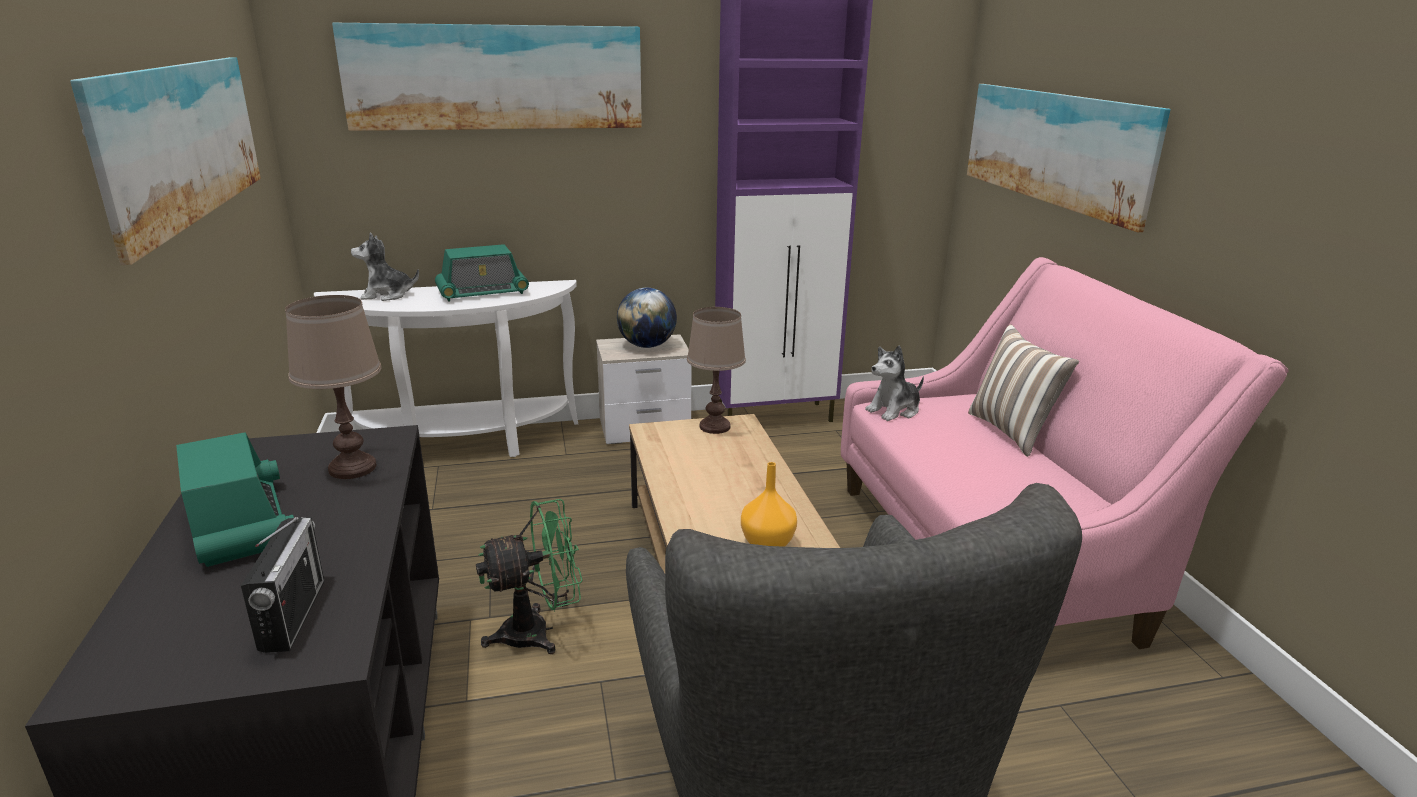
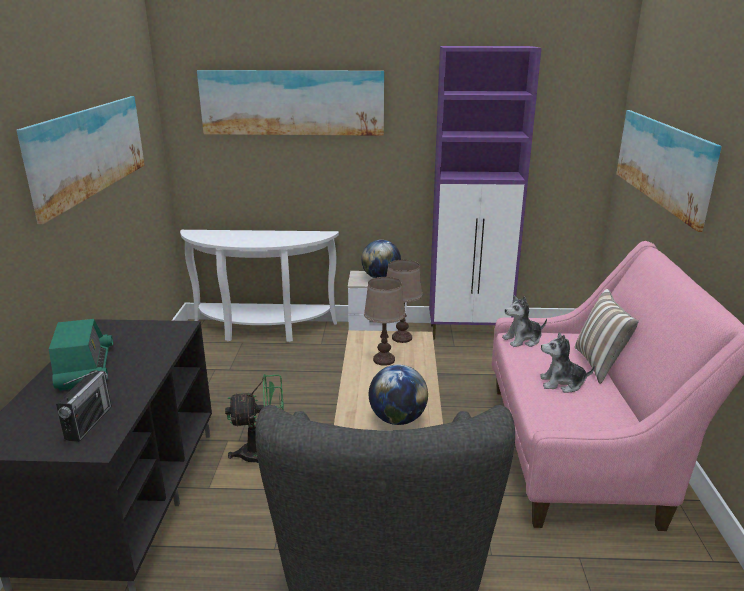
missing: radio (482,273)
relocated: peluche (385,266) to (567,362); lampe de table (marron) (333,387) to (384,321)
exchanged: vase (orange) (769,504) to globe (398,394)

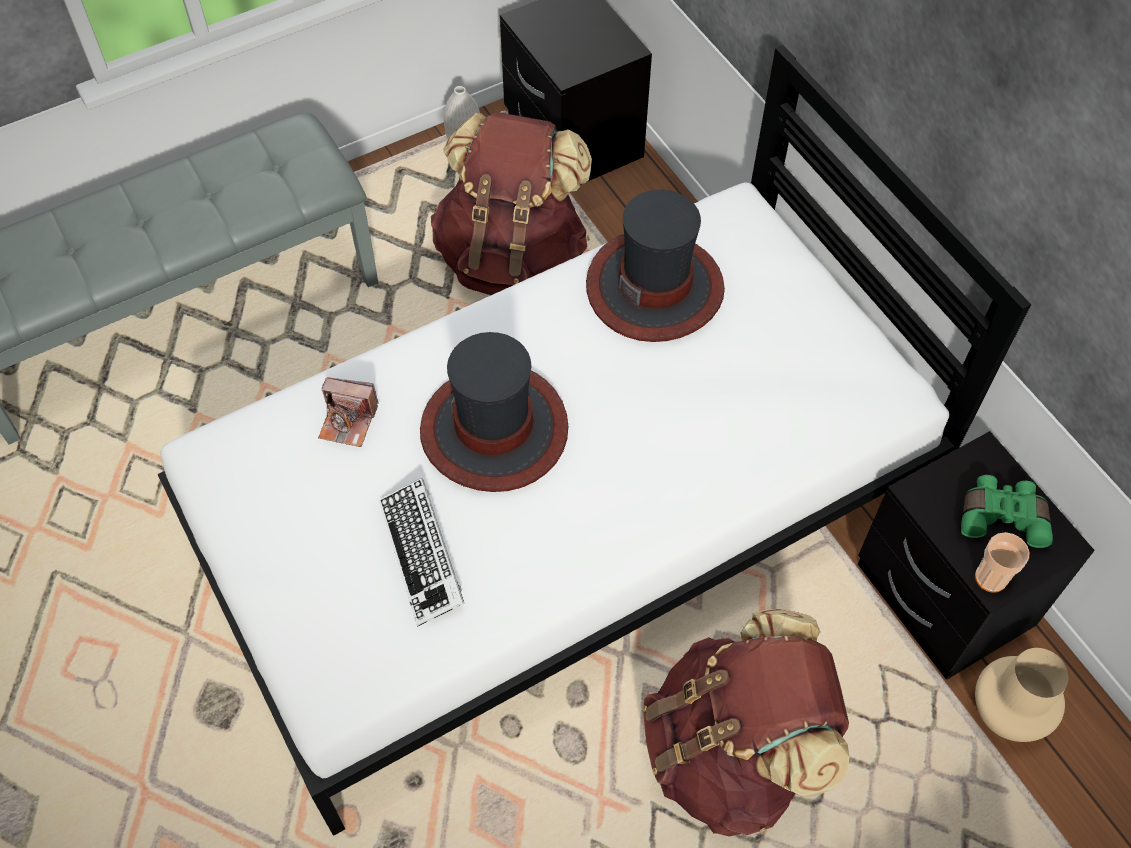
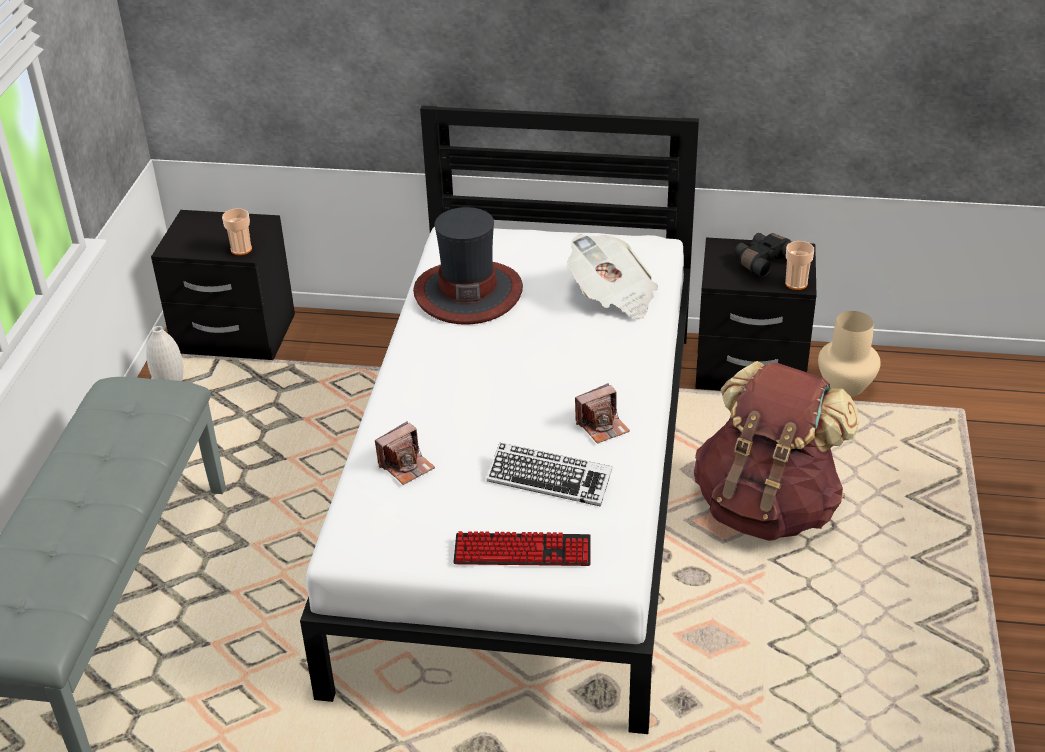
missing: sac à dos (marron) (511,203); chapeau (494,412)
appeared: tasse (237,231); journal (612,276); appareil photo (602,413); clavier (522,548)
colour: jumelles (vert) (1007,511) to jumelles (noir) (763,255)

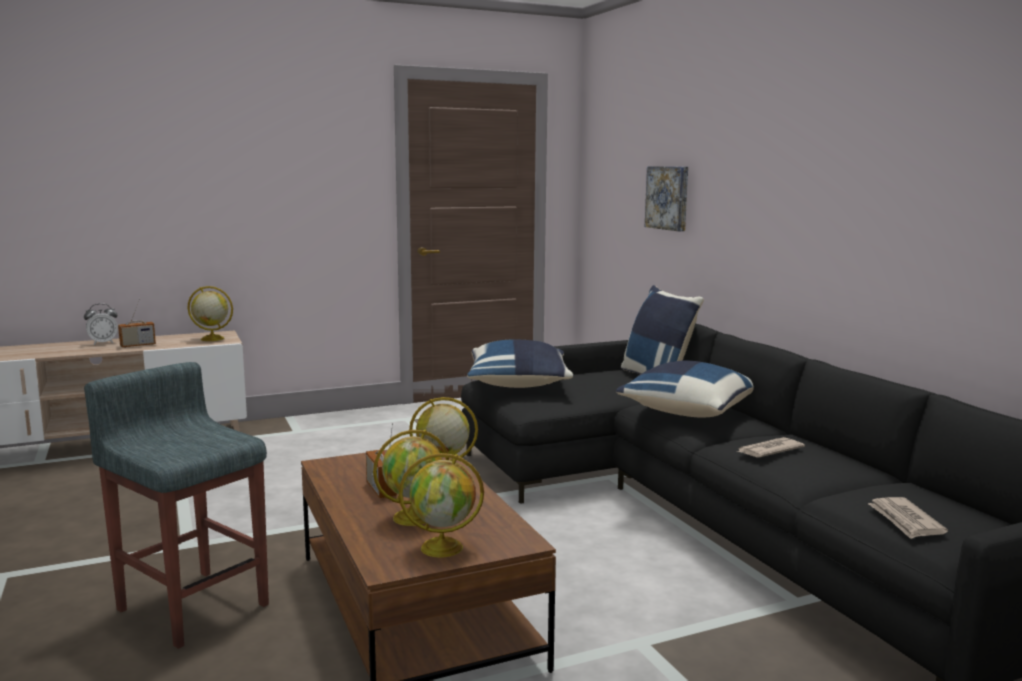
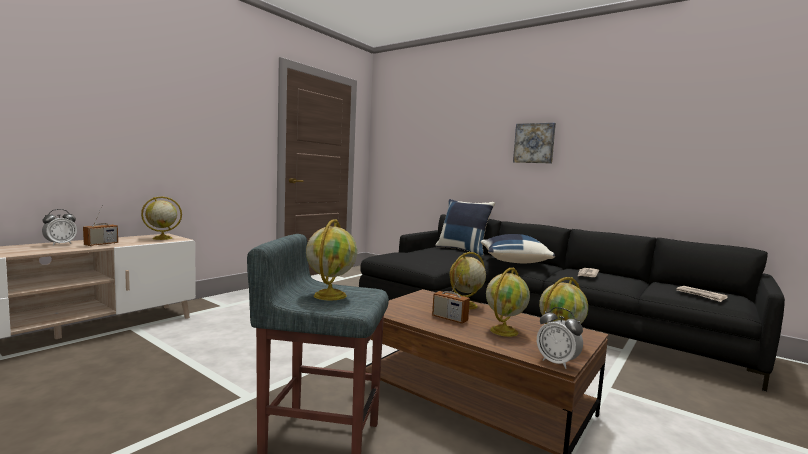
missing: coussin (bleu) (520,363)
appeared: globe (331,259); réveil (560,338)
relocated: tableau (666,198) to (534,143)

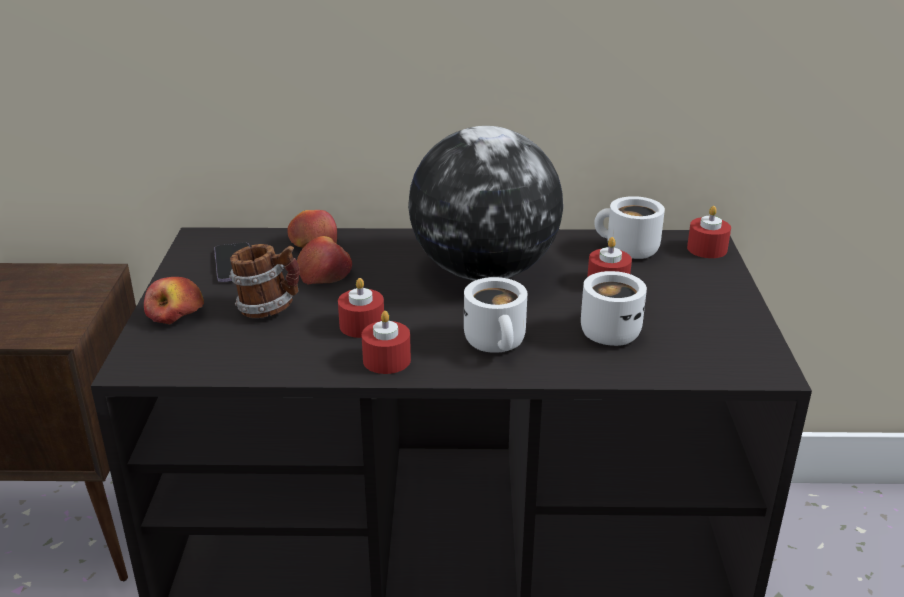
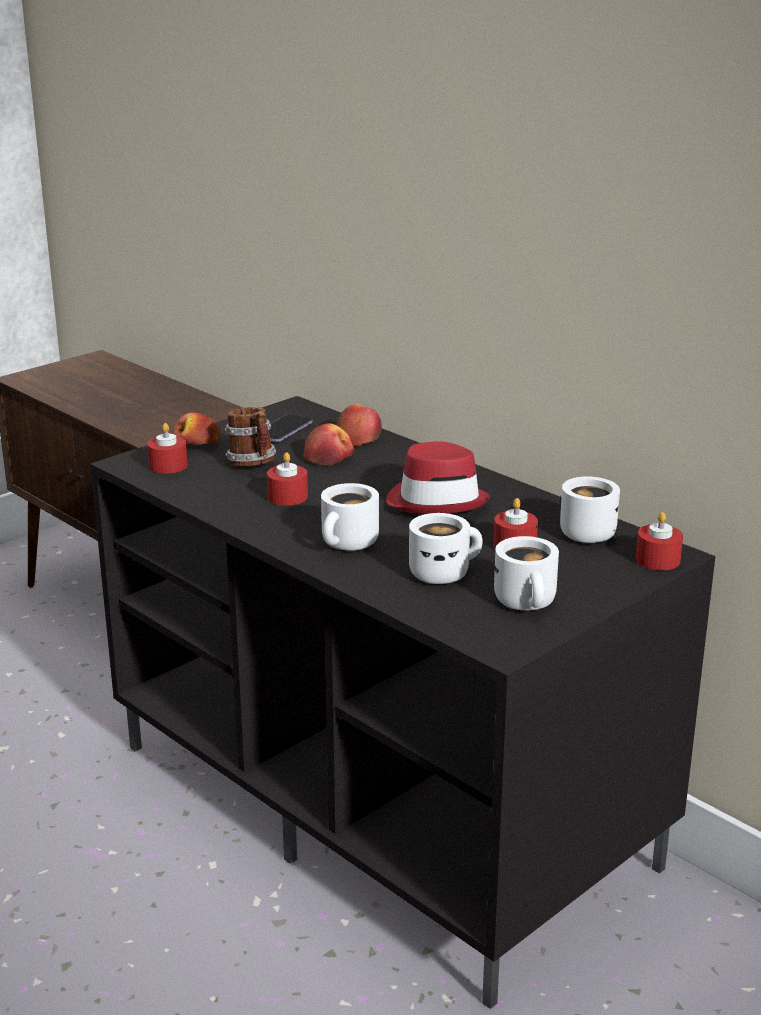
appeared: mug (blanc) (526,573)
relocated: bougie (rouge) (386,342) to (167,448)
exchanged: globe (485,203) to chapeau (rouge) (438,478)

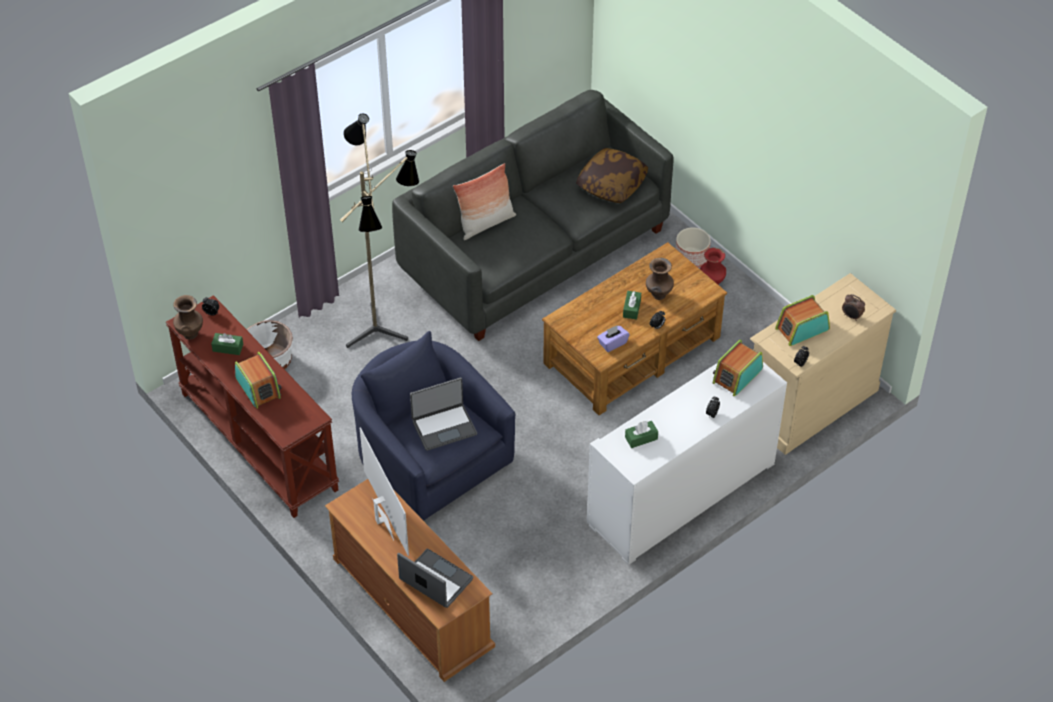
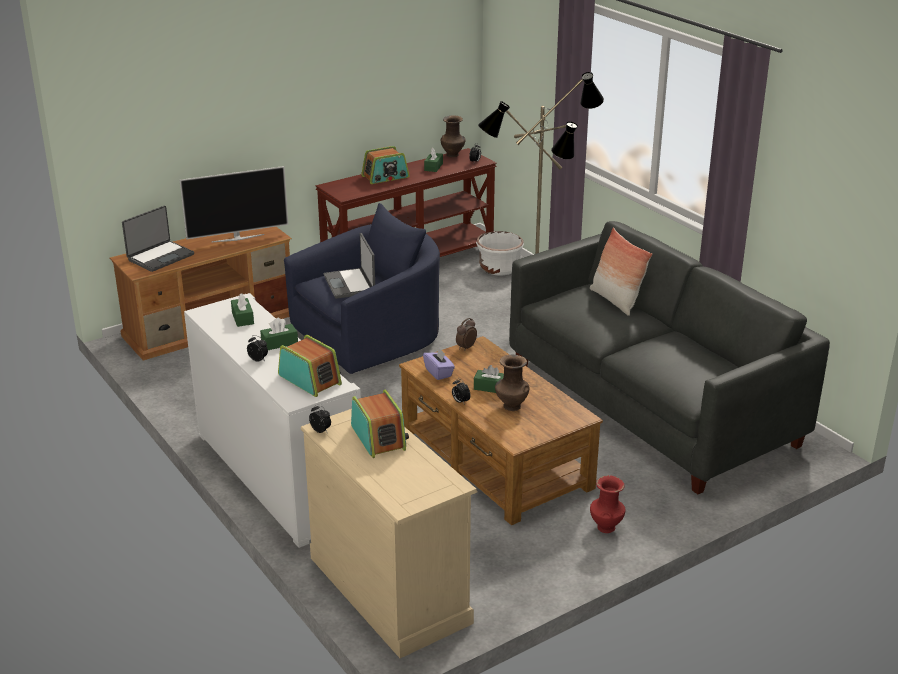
missing: coussin (612,175); cache-pot (693,247)
appeared: boîte à mouchoirs (vert) (279,334)
relocated: réveil (853,307) to (466,334)

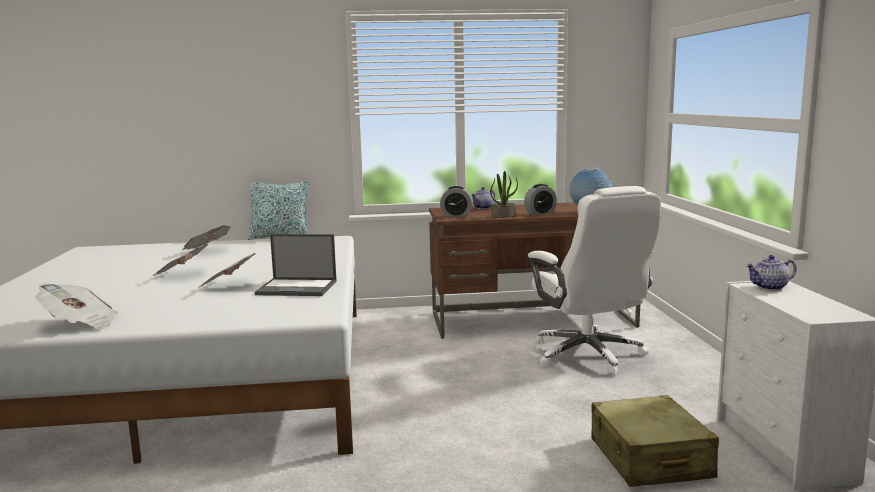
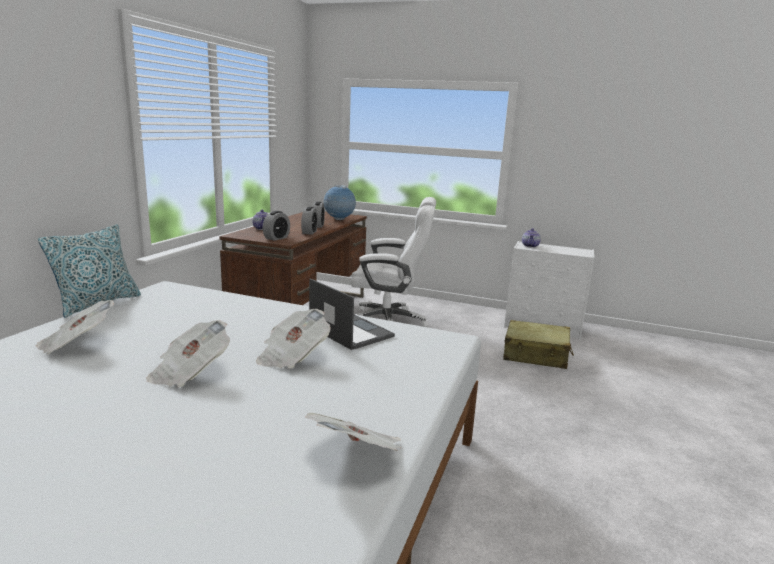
exchanged: plante en pot (504,194) to réveil (309,221)
spun: ordinateur portable (296,265) = (352,314) 75 degrees counterclockwise

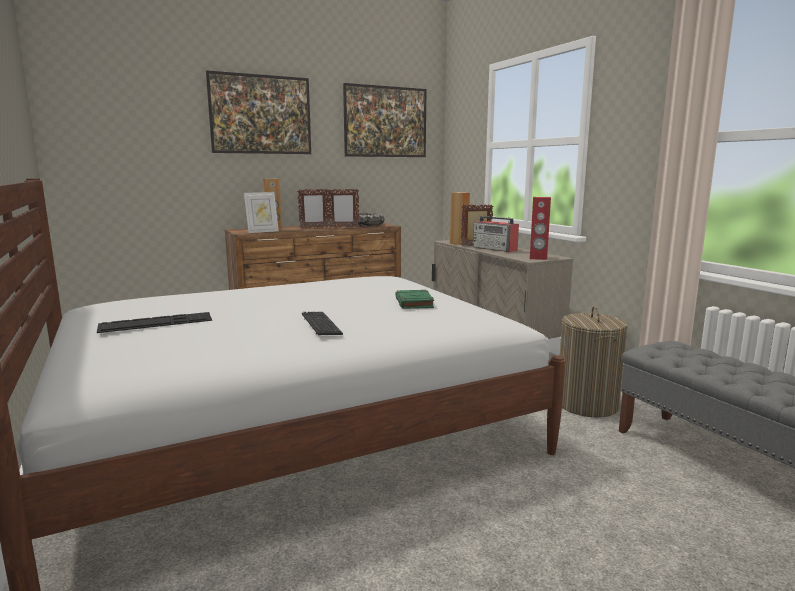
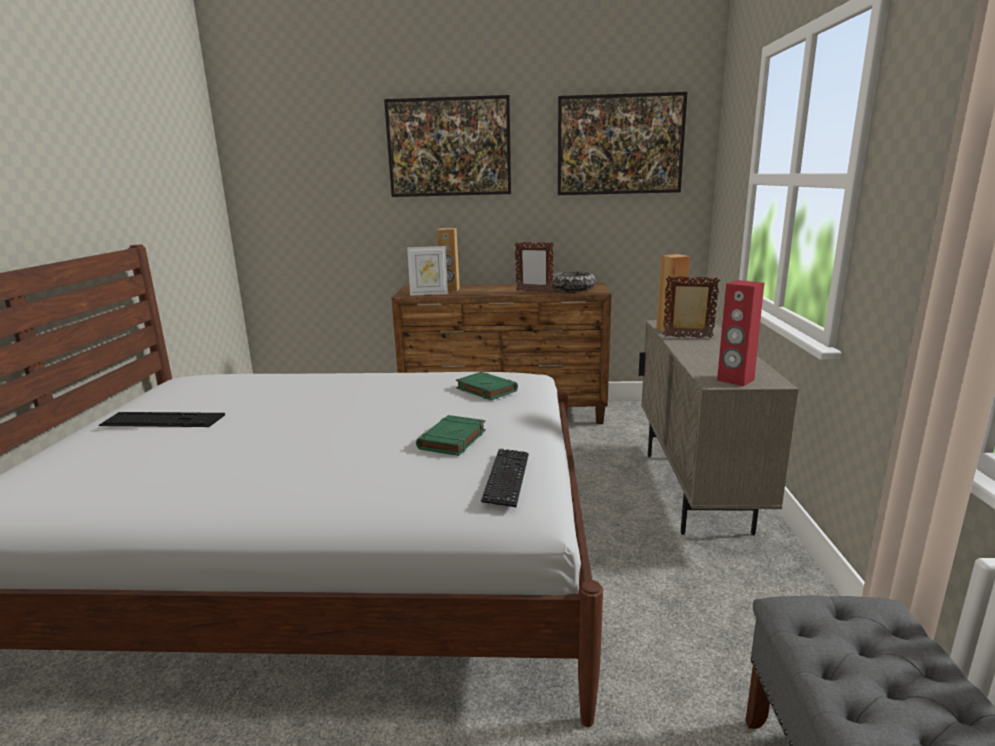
missing: cadre photo (313,208); radio (496,234); panier à linge (594,361)
appeared: livre (vert) (487,386)
relocated: clavier (322,323) to (505,478)

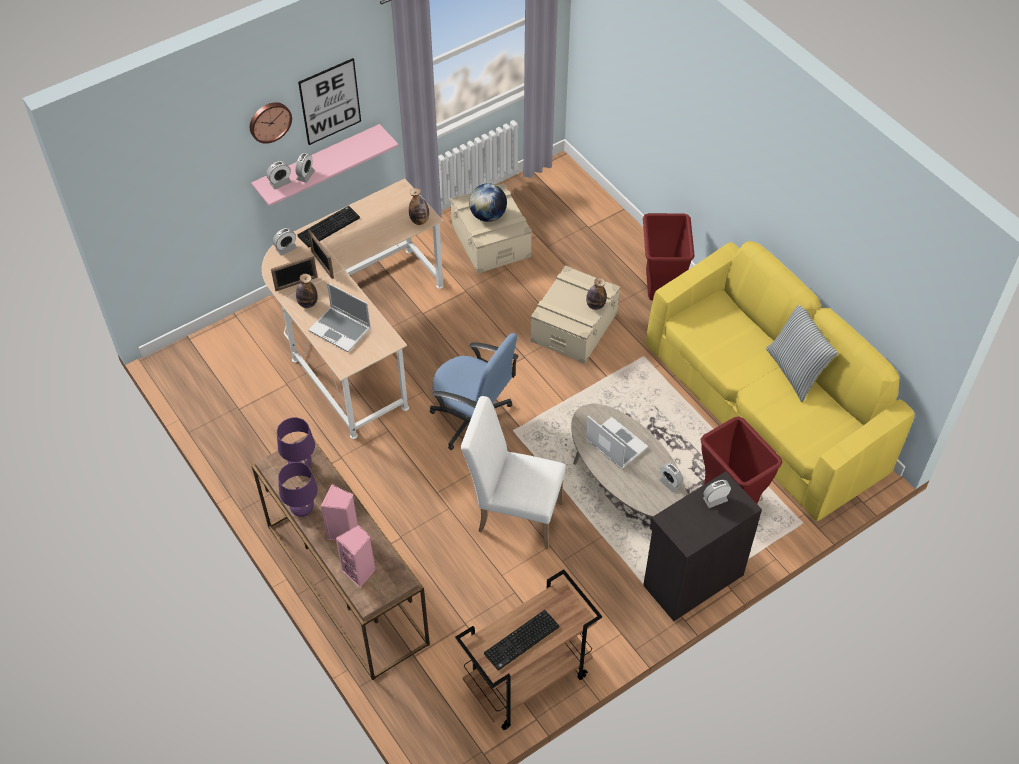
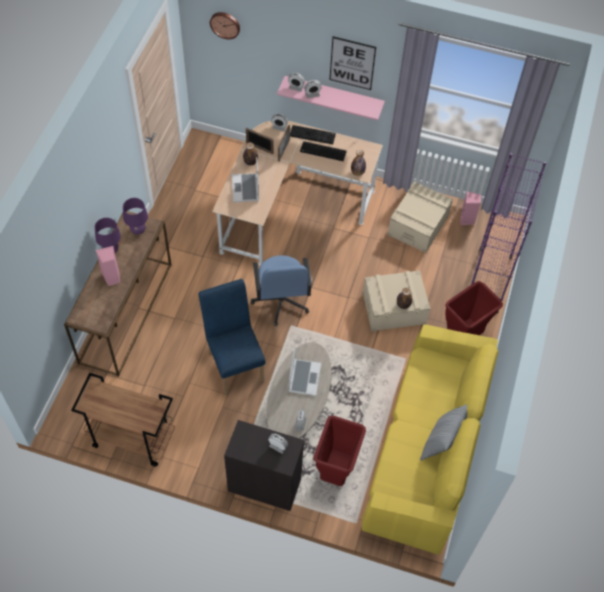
missing: globe (488,202)
appeared: bibliothèque (violet) (508,233)
relocated: horloge murale (271,123) to (225,25); enceinte (rose) (356,556) to (470,208); clavier (521,640) to (323,151)
colour: chaise (blanc) (513,472) to chaise (bleu) (231,337)

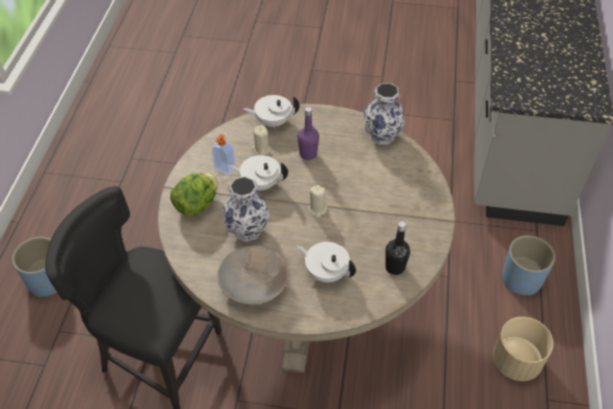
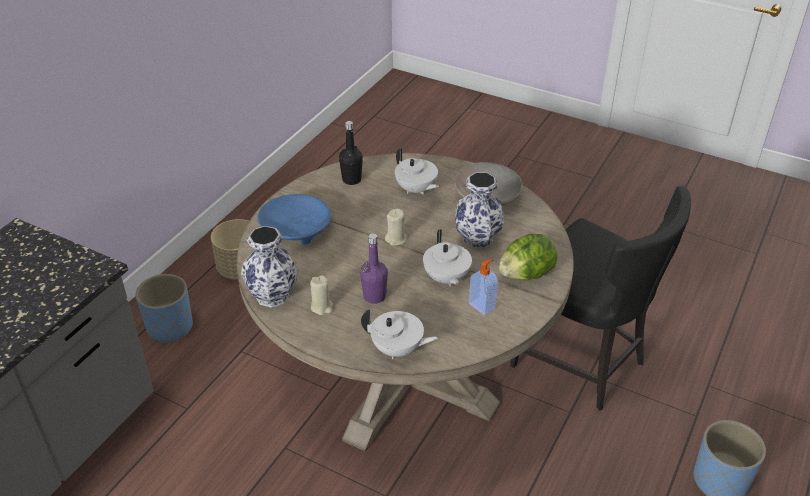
appeared: bol (bleu) (294,219)
relocated: bougie (beige) (261,140) to (321,295)
spun: théière (blanc) (258,173) = (447,258) 45 degrees clockwise

